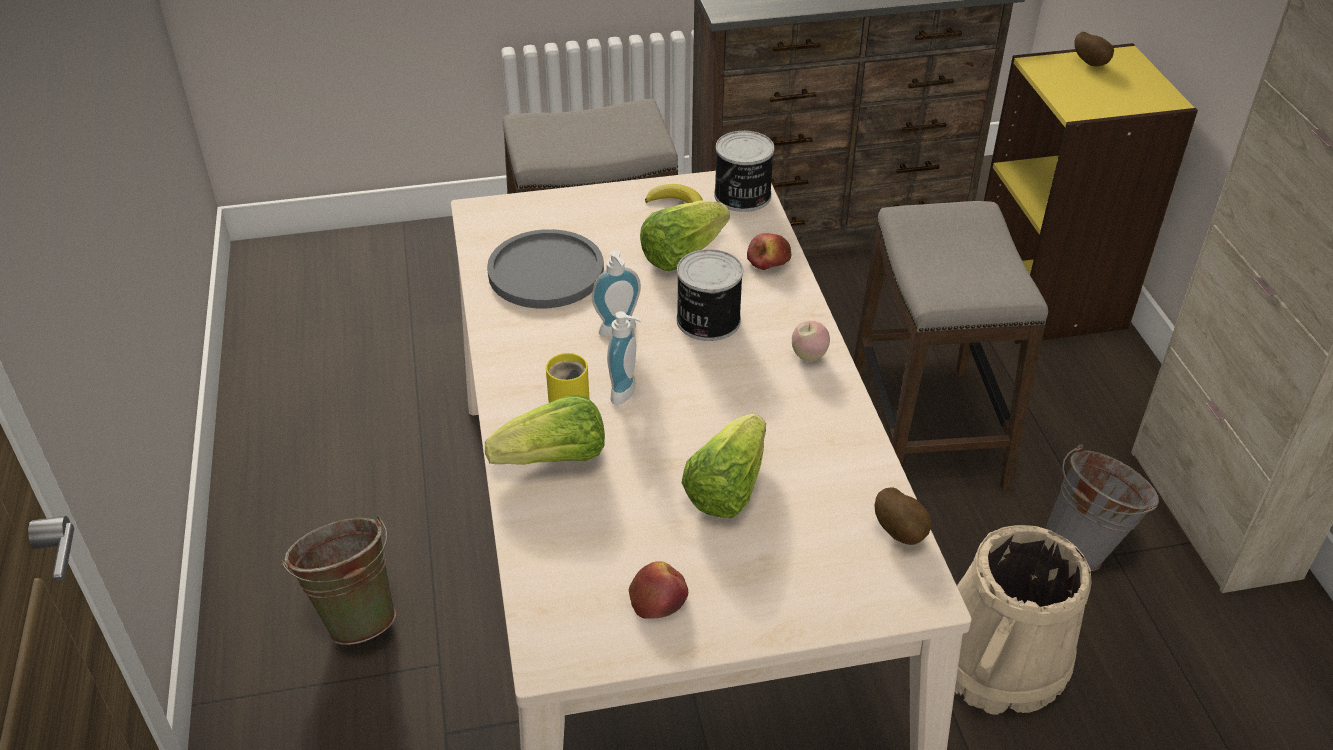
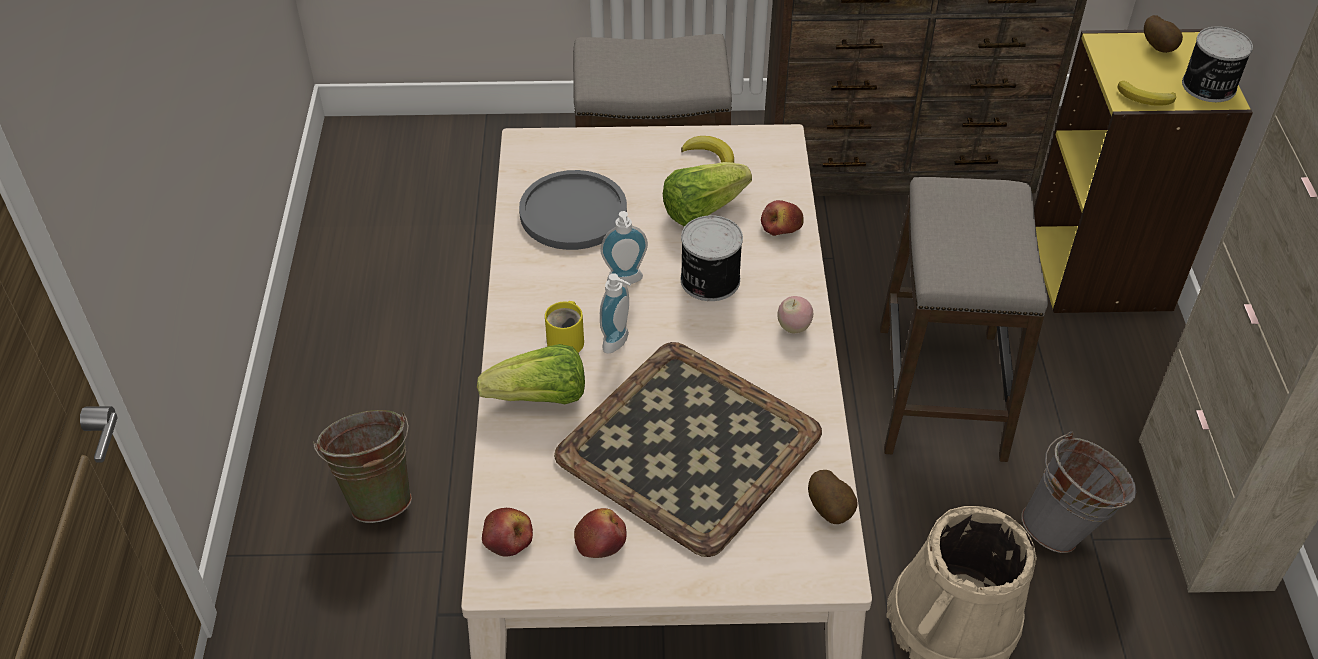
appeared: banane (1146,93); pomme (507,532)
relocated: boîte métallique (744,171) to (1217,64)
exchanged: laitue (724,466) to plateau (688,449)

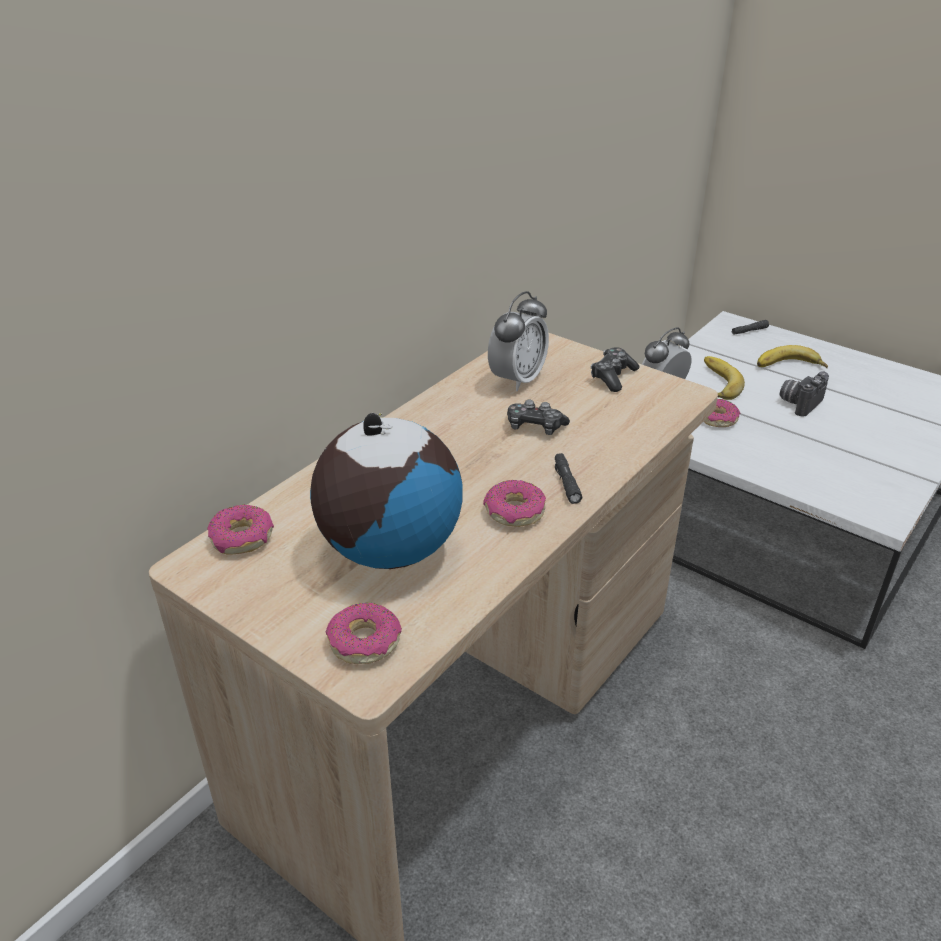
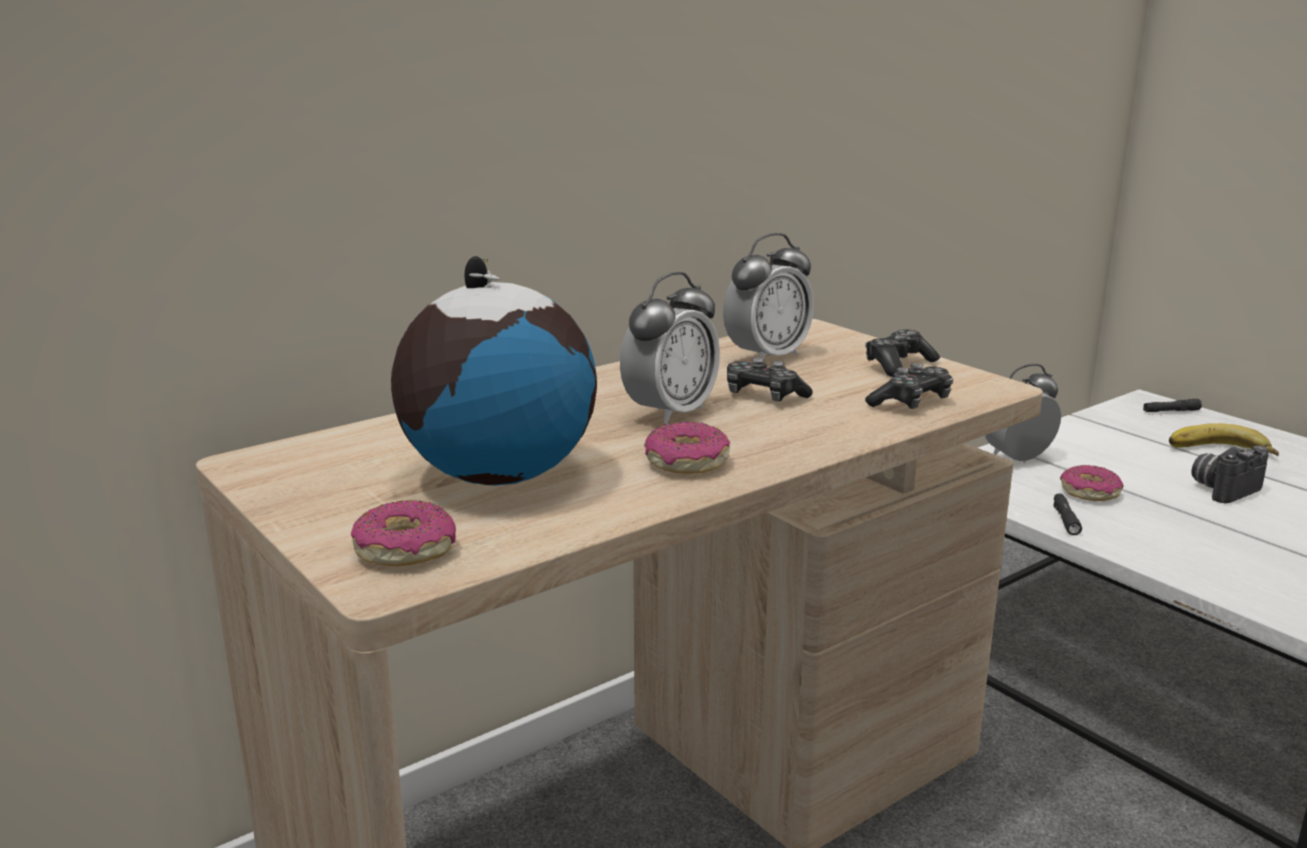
missing: banane (724,378); beignet (240,530)
appeared: réveil (670,348); manette (909,386)
relocated: lampe de poche (noir) (568,478) to (1067,514)

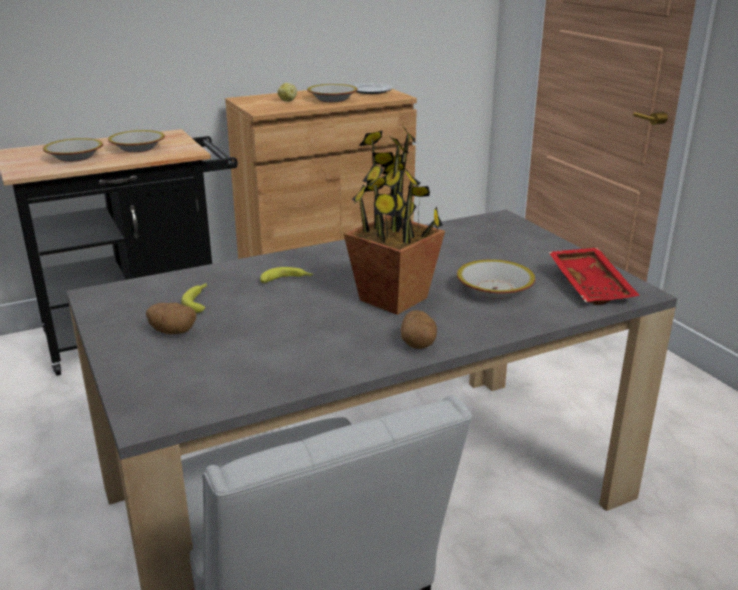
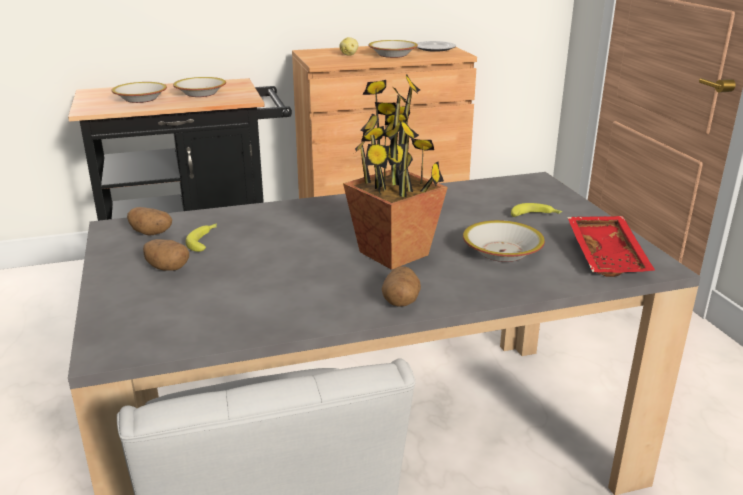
appeared: pomme de terre (149,221)
relocated: banane (286,275) to (537,210)

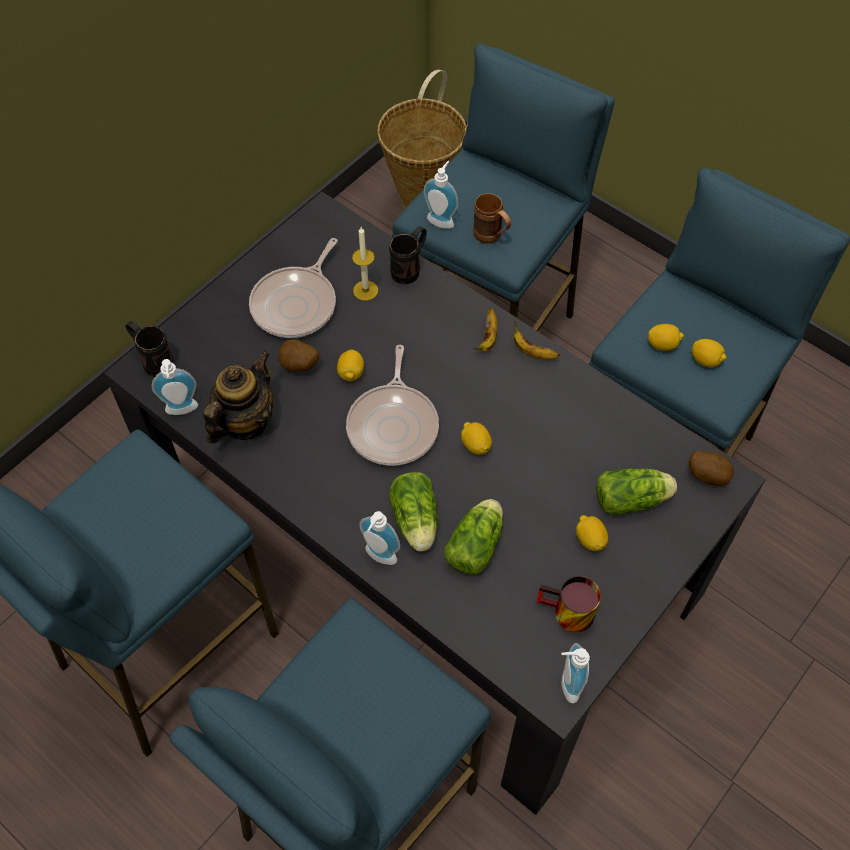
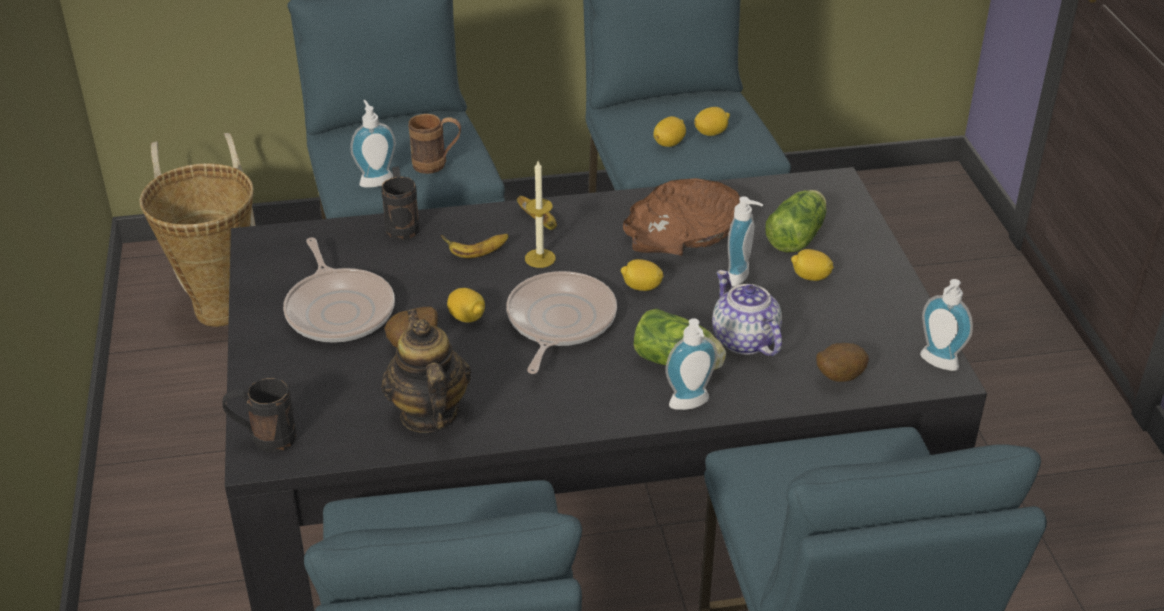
missing: mug (568,604)
appeared: bol (marron) (681,217)
relocated: bougie (365,264) to (540,214); banane (536,340) to (475,246); distributeur de savon (174,387) to (745,241); pomme de terre (711,468) to (842,362)
exchanged: laitue (473,537) to théière (747,313)
spun: poêle (392,405) = (561,322) 120 degrees counterclockwise

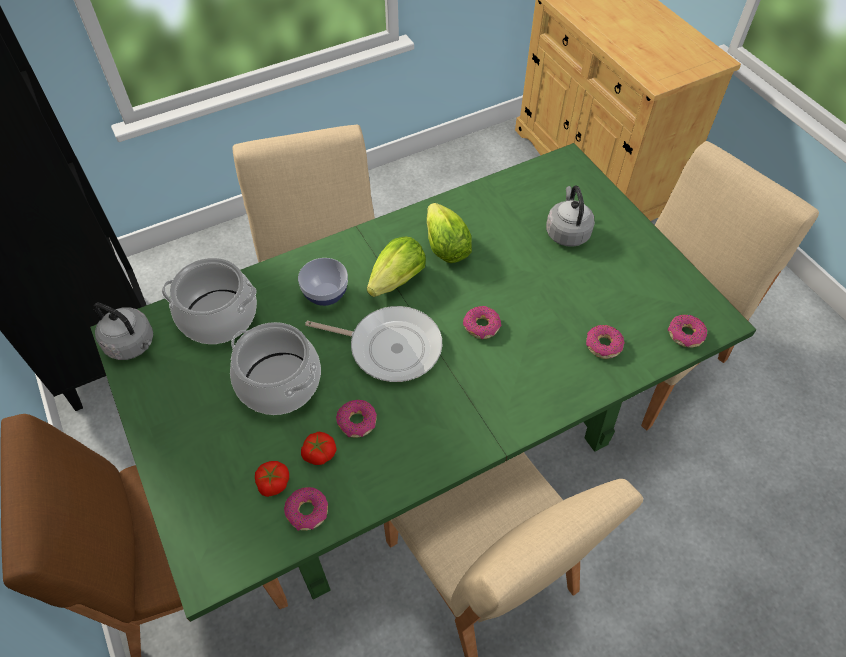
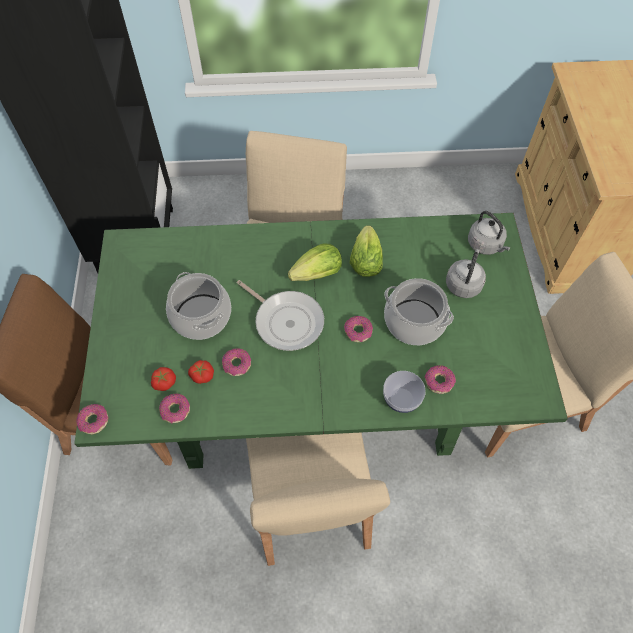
relocated: marmite (209,301) to (419,311); bol (323,282) to (404,392); bouilloire (gris) (123,331) to (489,233); beignet (687,331) to (92,419)

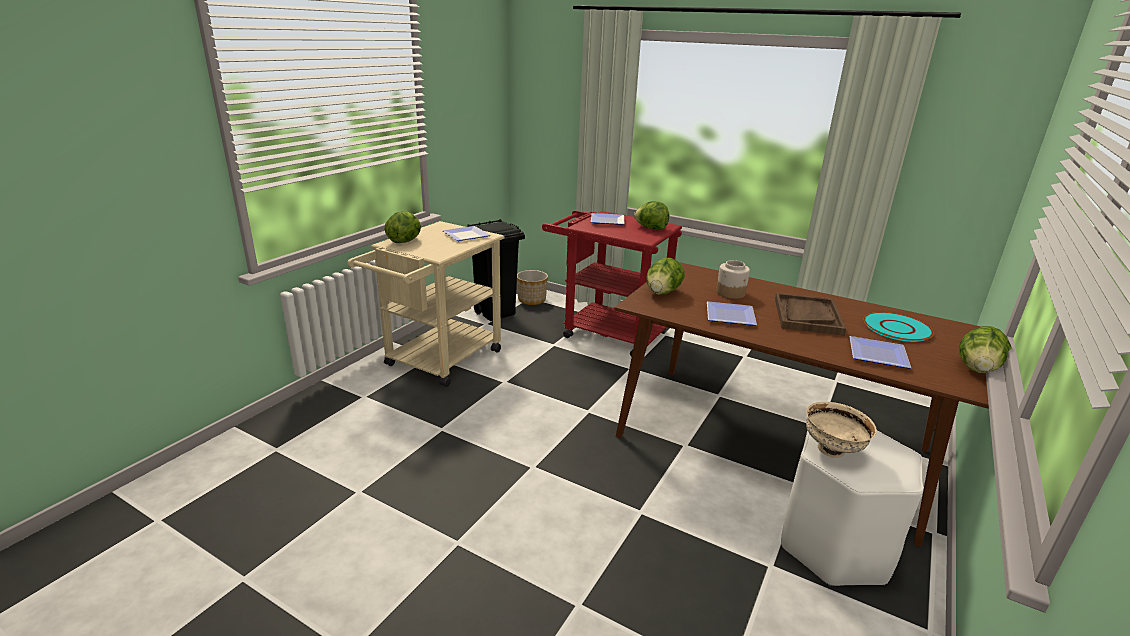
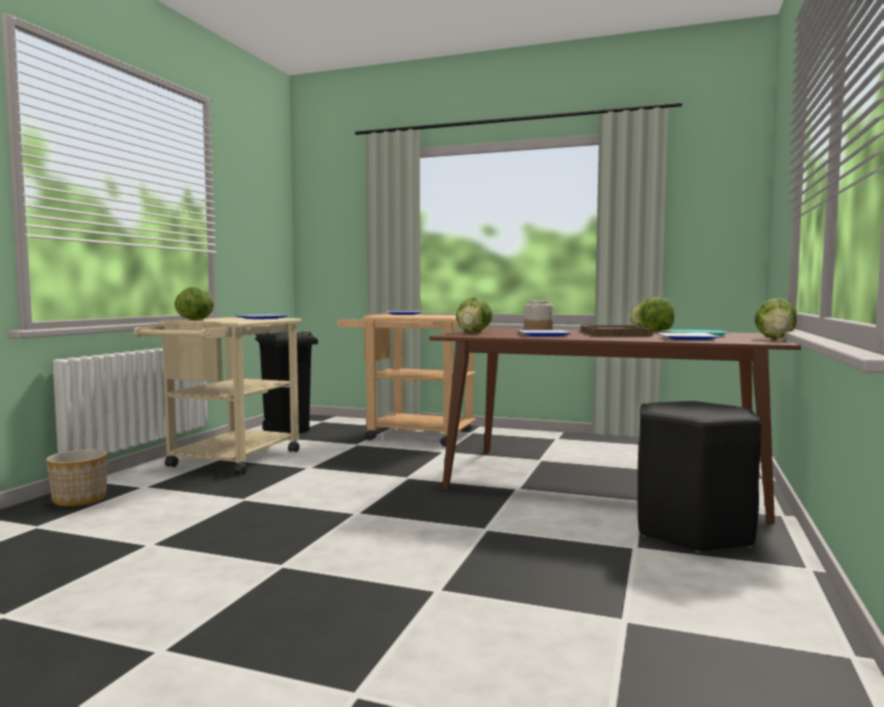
missing: bol (beige) (841,430)
relocated: laitue (651,215) to (651,314); cache-pot (532,287) to (77,478)
colour: chariot (rouge) (612,283) to chariot (beige) (406,380); tabouret (blanc) (852,508) to tabouret (noir) (700,477)

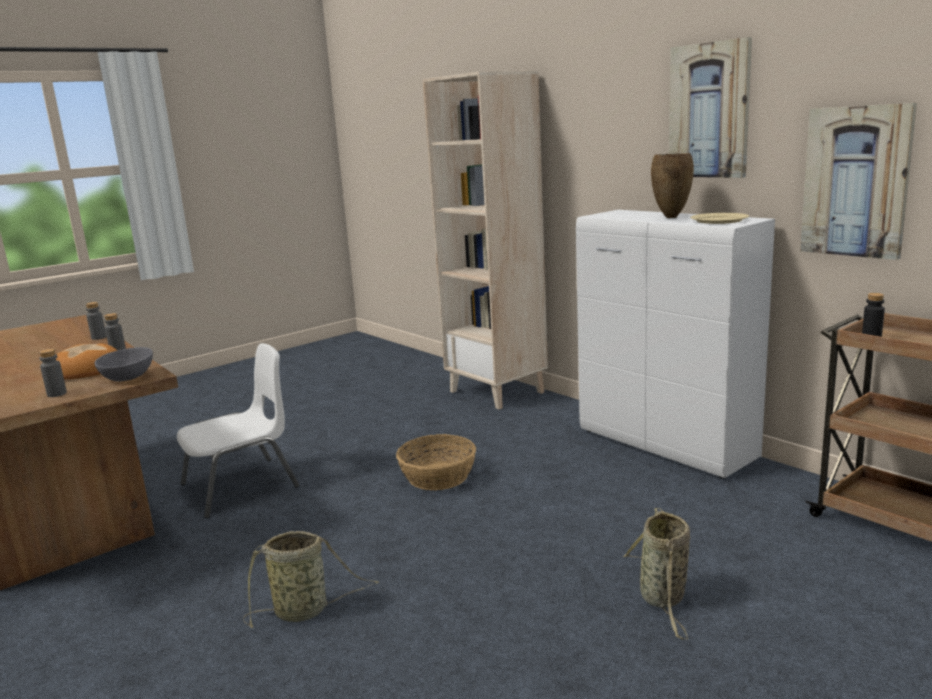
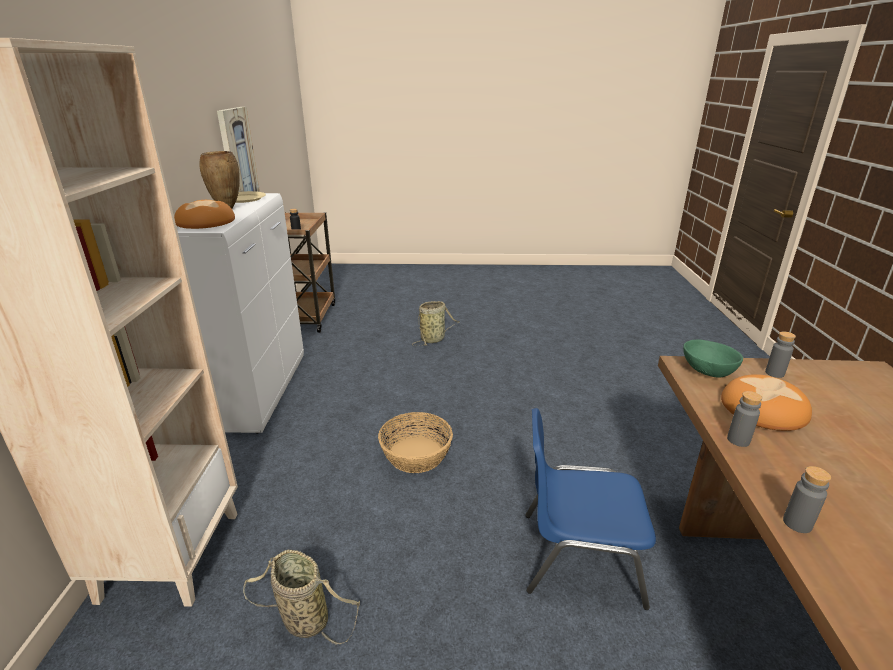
missing: tableau (710,107)
appeared: pain (204,214)
relocated: panier (311,579) to (301,597)
colour: chaise (blanc) (238,430) to chaise (bleu) (590,509); bol (gris) (123,364) to bol (vert) (713,359)

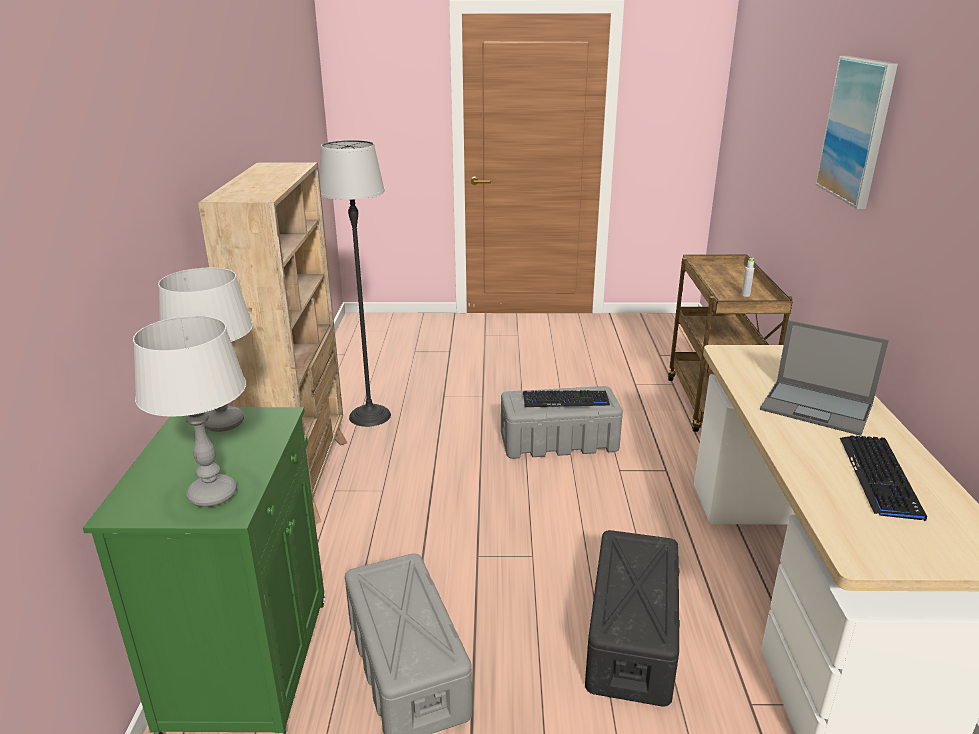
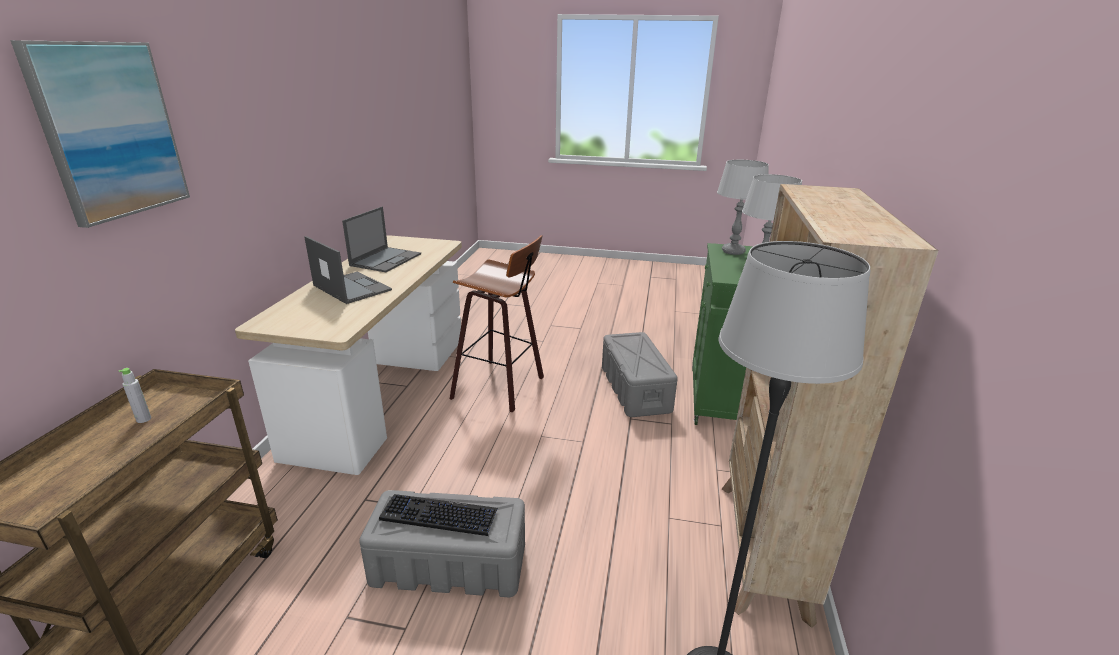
exchanged: clavier (883,478) to ordinateur portable (381,239); boîte de rangement (noir) (632,618) to tabouret (497,324)

